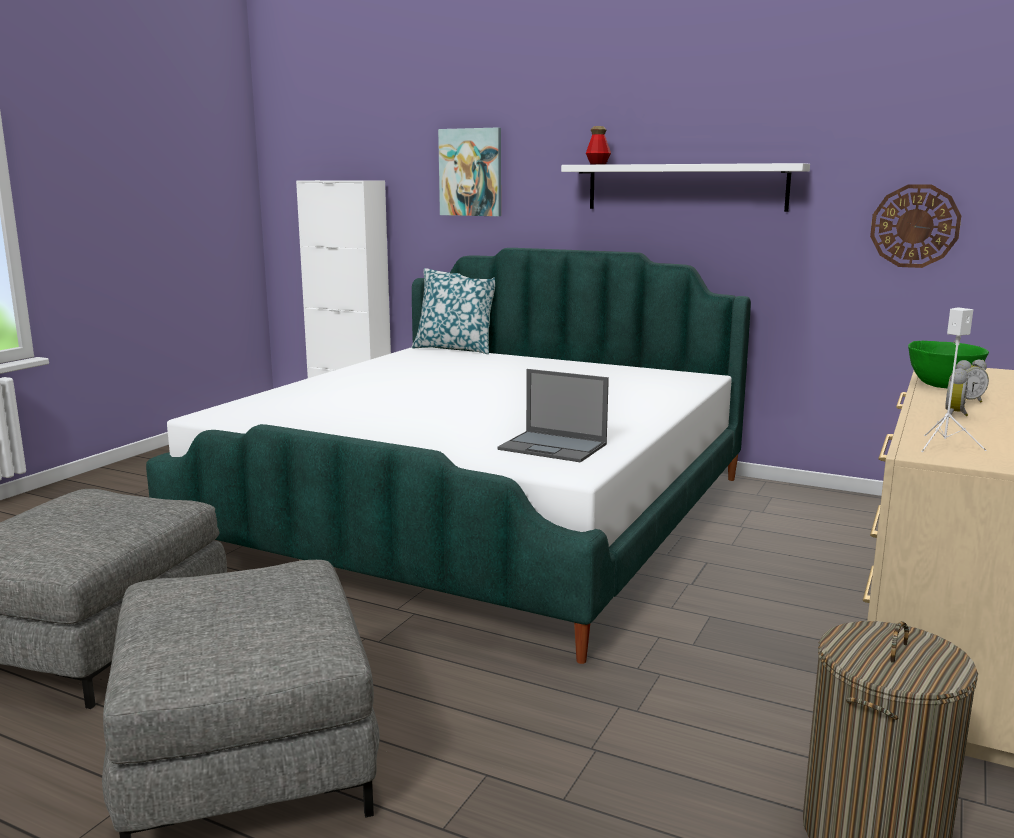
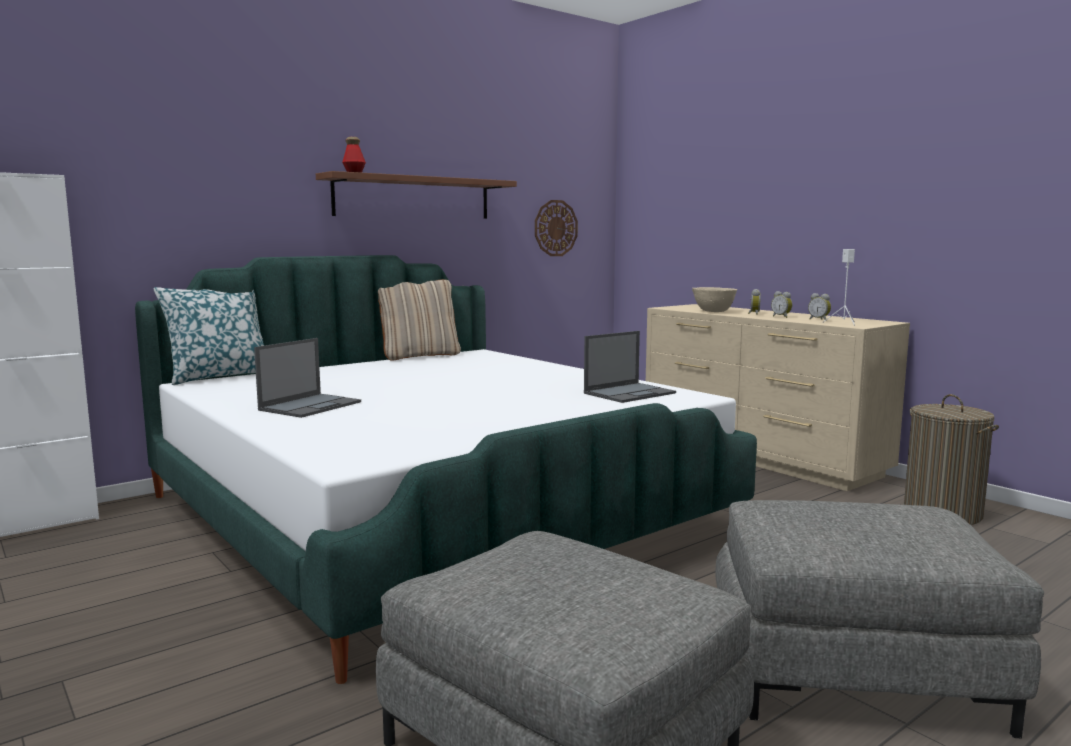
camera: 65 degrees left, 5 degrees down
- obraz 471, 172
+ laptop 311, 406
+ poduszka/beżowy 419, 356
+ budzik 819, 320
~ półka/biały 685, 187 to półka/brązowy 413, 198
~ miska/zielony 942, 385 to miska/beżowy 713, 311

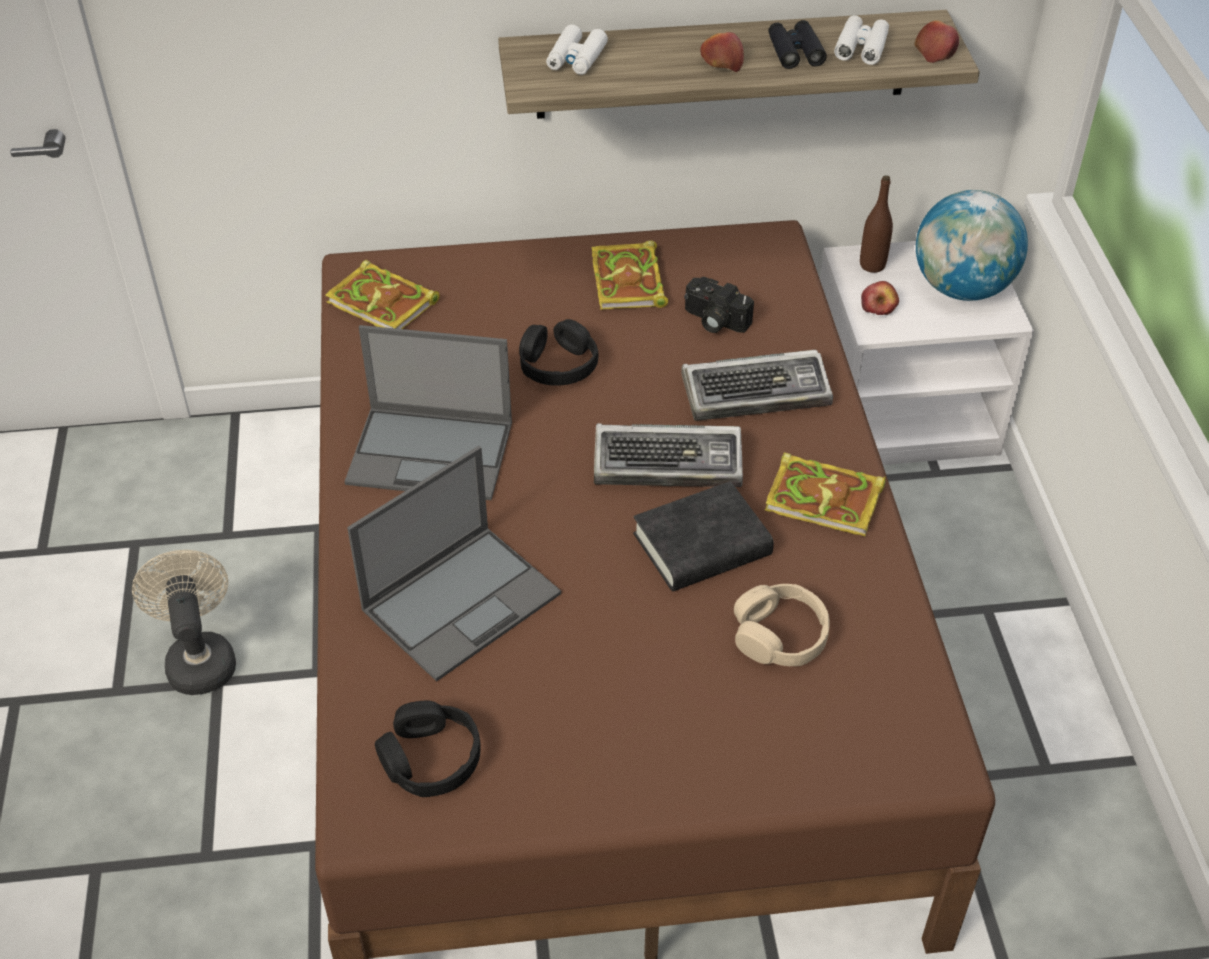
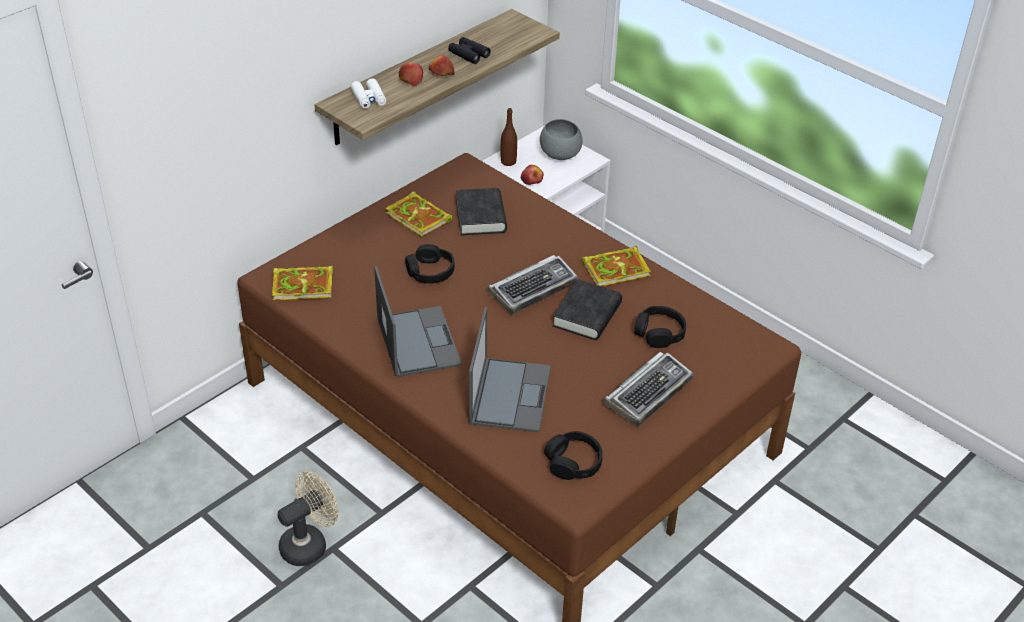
camera: 40 degrees left, 5 degrees down
- lornetka/biały 861, 47
~ klawiatura 757, 392 to 648, 392
~ jabłko 934, 51 to 411, 79
~ aparat fotograficzny 713, 321 to książka/czarny 481, 216
~ globus 962, 288 to miska/szary 560, 154
~ słuchawki/beżowy 780, 635 to słuchawki/czarny 659, 333
~ wentylator/beżowy 199, 658 = 309, 544 105 degrees clockwise
~ laptop 432, 453 = 417, 341 75 degrees counterclockwise

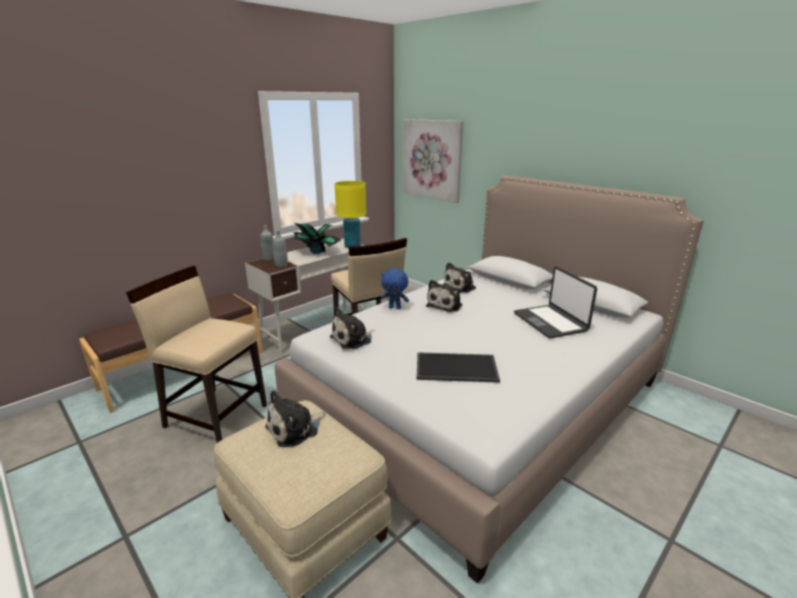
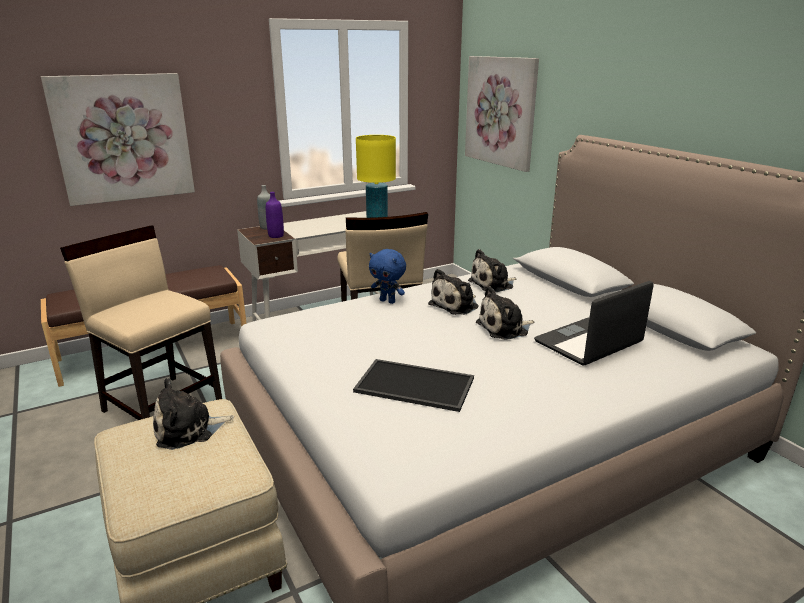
camera: 15 degrees right, 0 degrees up
- roślina doniczkowa 316, 252
+ obraz 123, 138
~ pluszak 353, 339 to 505, 328
~ butelka/szary 281, 265 to butelka/fioletowy 276, 236
~ laptop 550, 322 = 589, 343 60 degrees clockwise

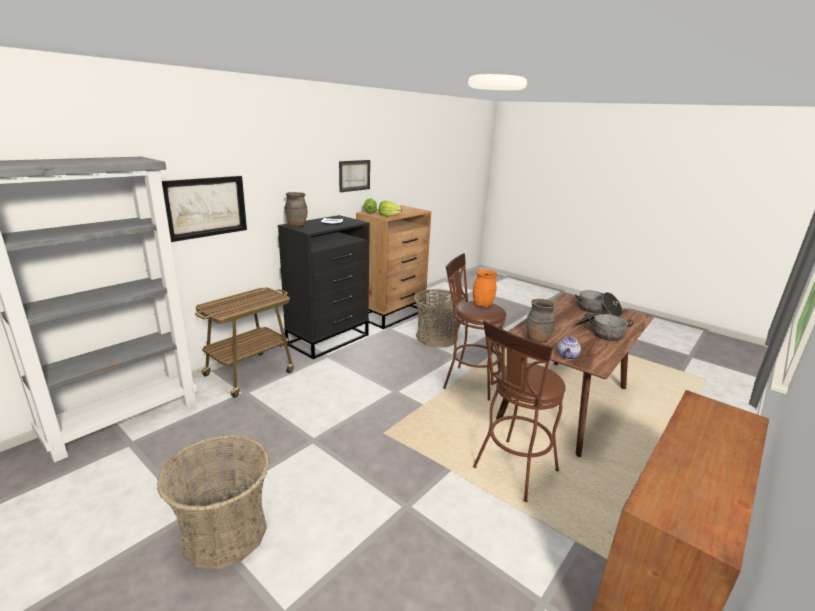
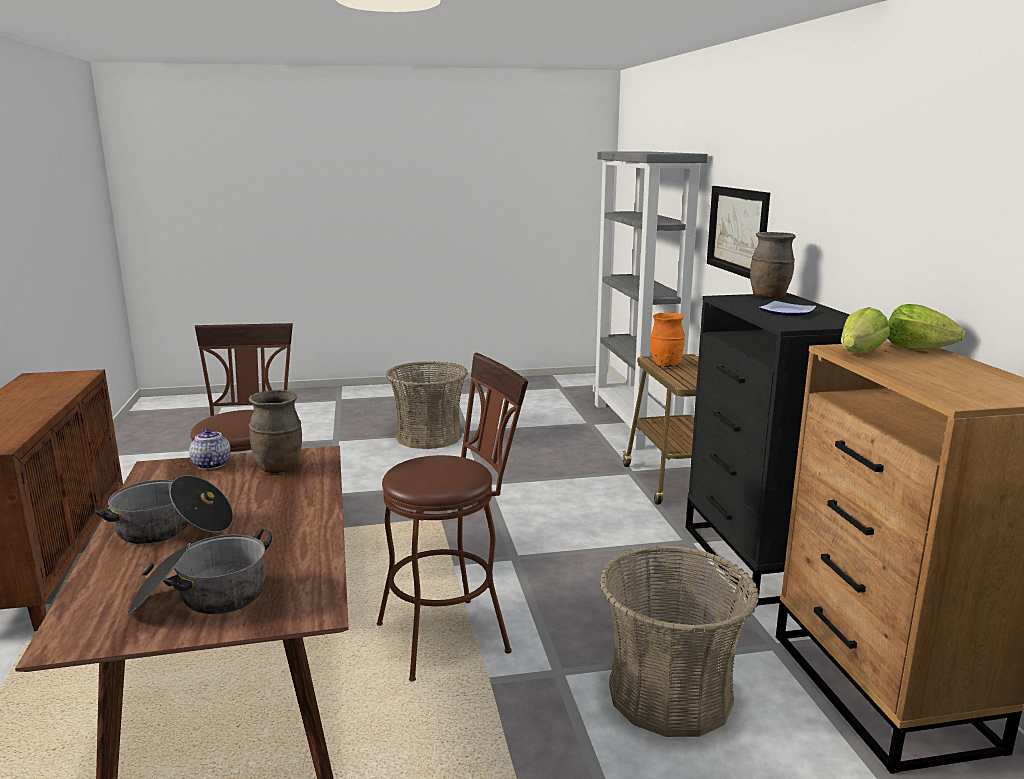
camera: 130 degrees right, 5 degrees down
- obraz 354, 175
~ wazon/pomarańczowy 483, 305 to 665, 365

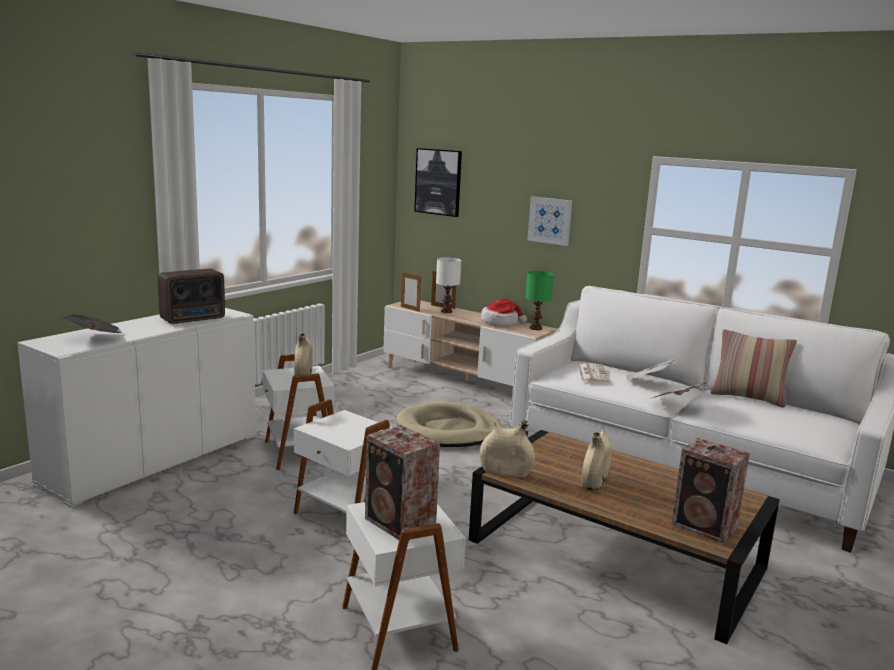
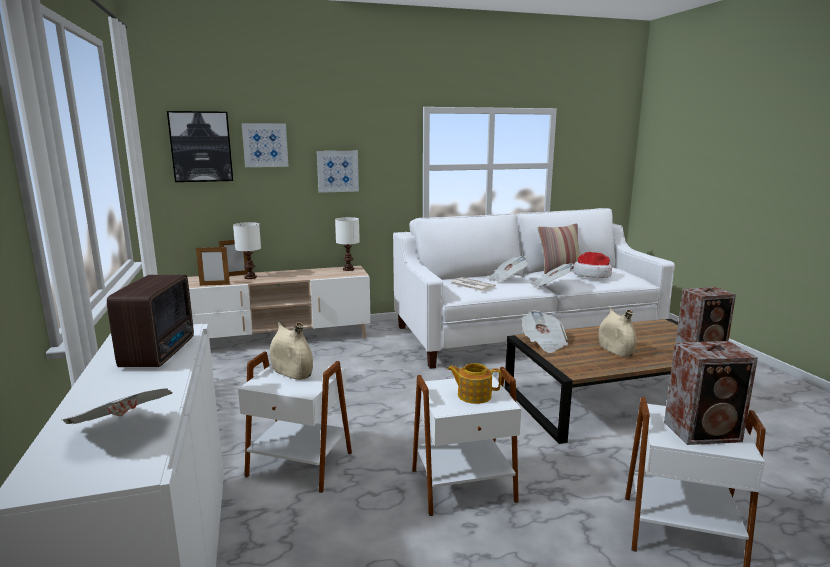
camera: 50 degrees left, 0 degrees up
- legowisko/beżowy 448, 430
- wazon/beżowy 505, 472
+ obraz 265, 145
+ imbryk 473, 395
+ gazeta 543, 343
~ kapelusz 500, 322 to 592, 275
~ lampa stołowa/zielony 536, 328 to lampa stołowa/biały 349, 269

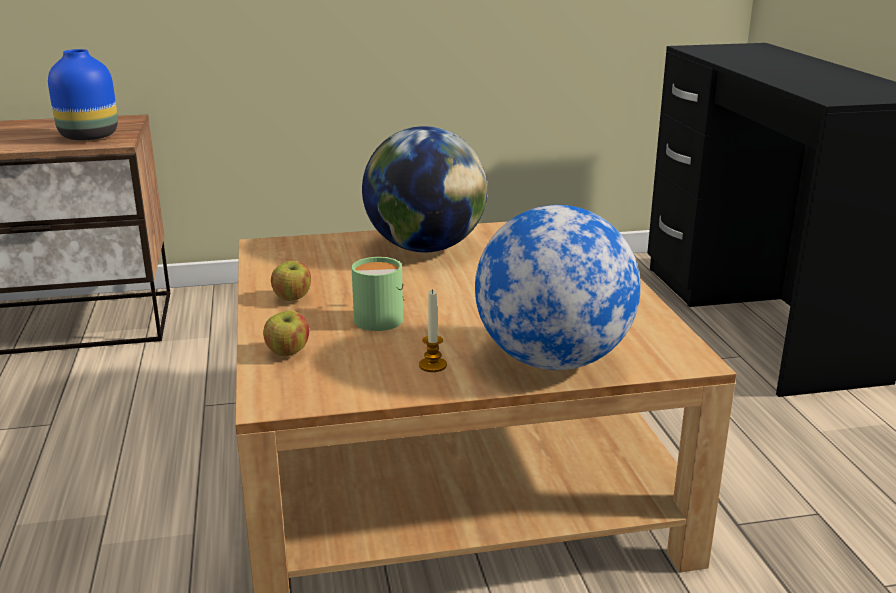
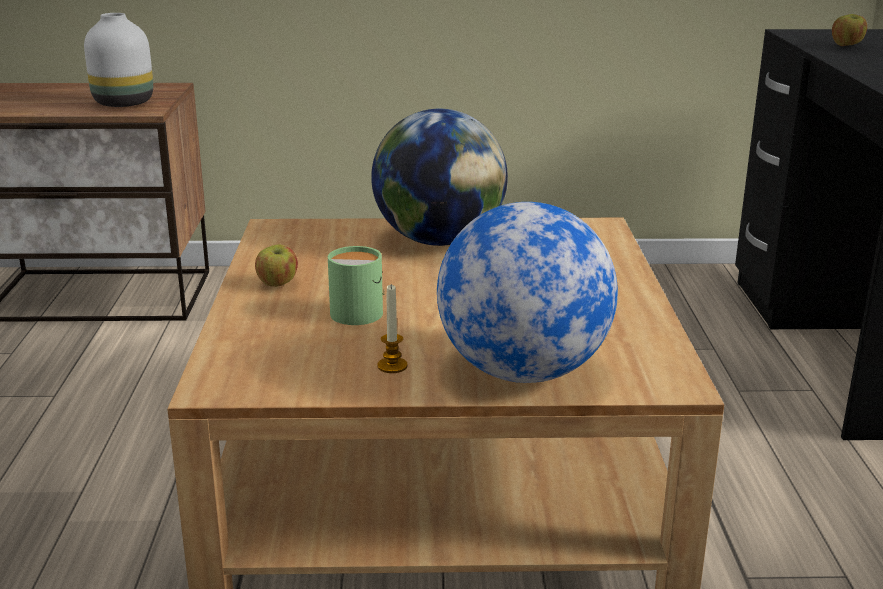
camera: 10 degrees right, 0 degrees up
~ jabłko 288, 353 to 847, 46
~ wazon/niebieski 87, 136 to wazon/biały 122, 103

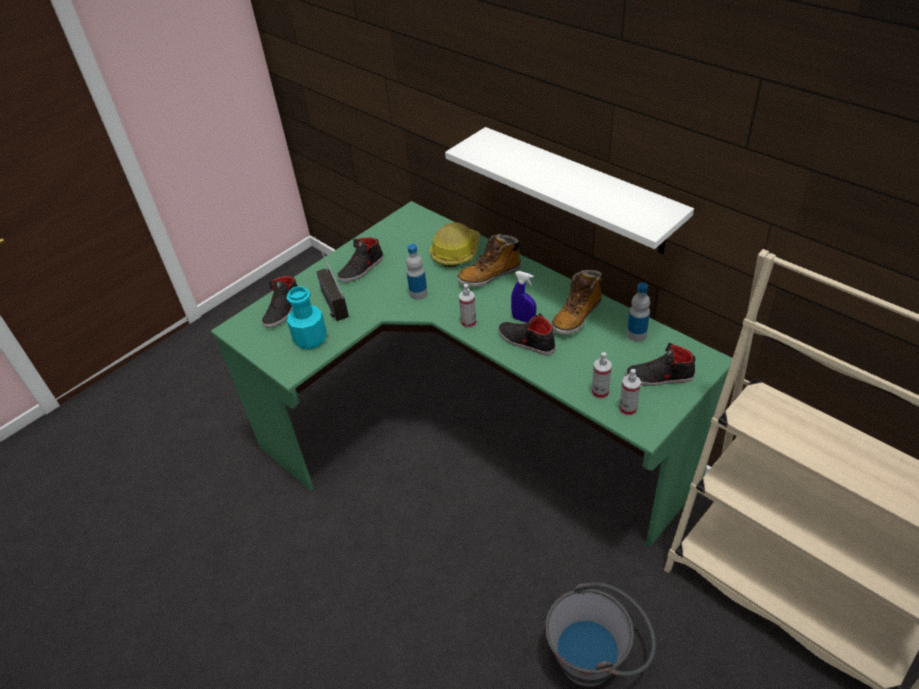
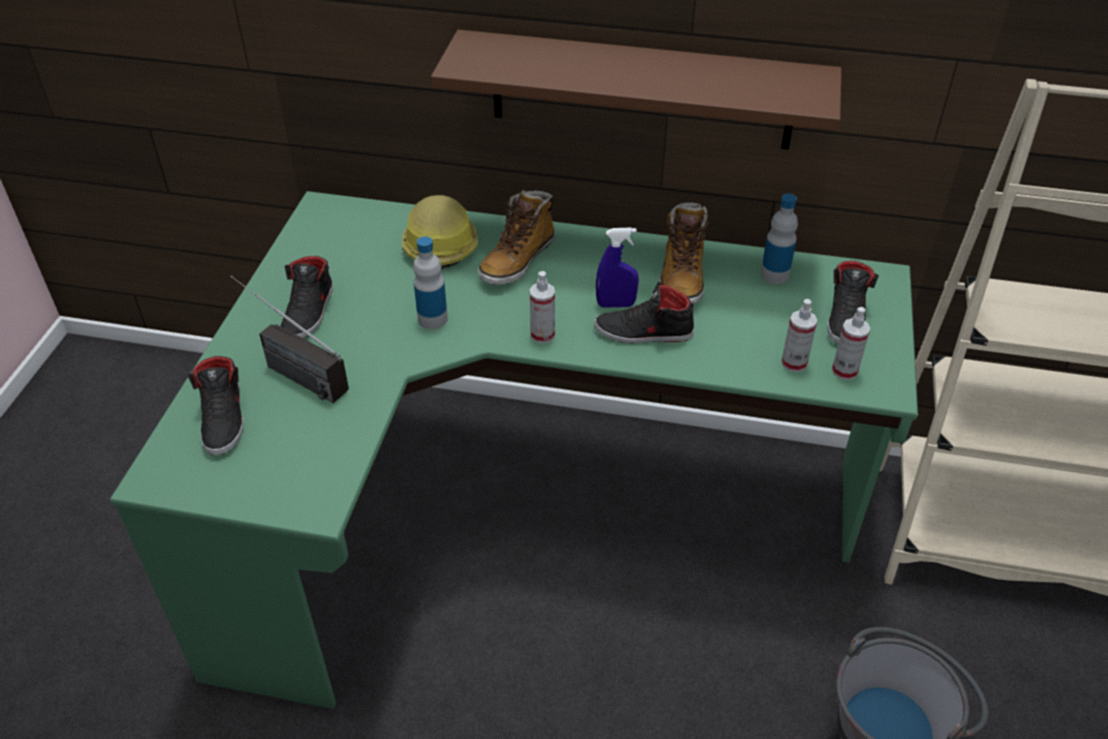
camera: 35 degrees left, 0 degrees up
- butelka/turkusowy 310, 339
~ półka/biały 579, 190 to półka/brązowy 641, 90
~ but/czarny 659, 377 = 846, 317 45 degrees counterclockwise

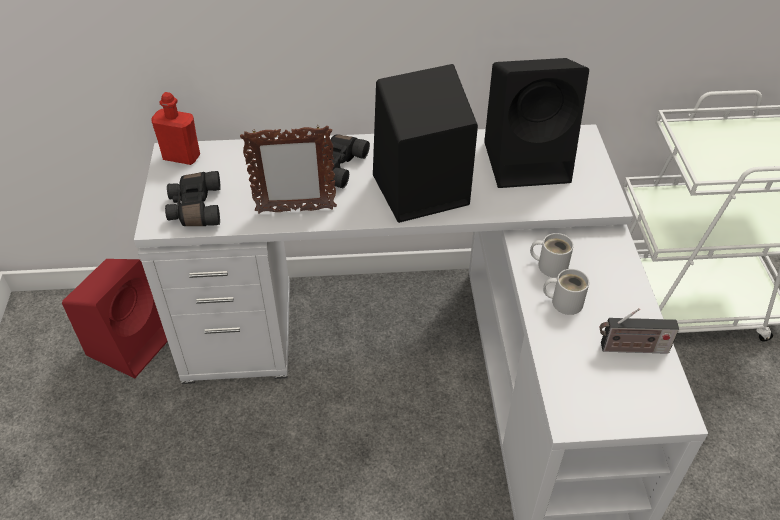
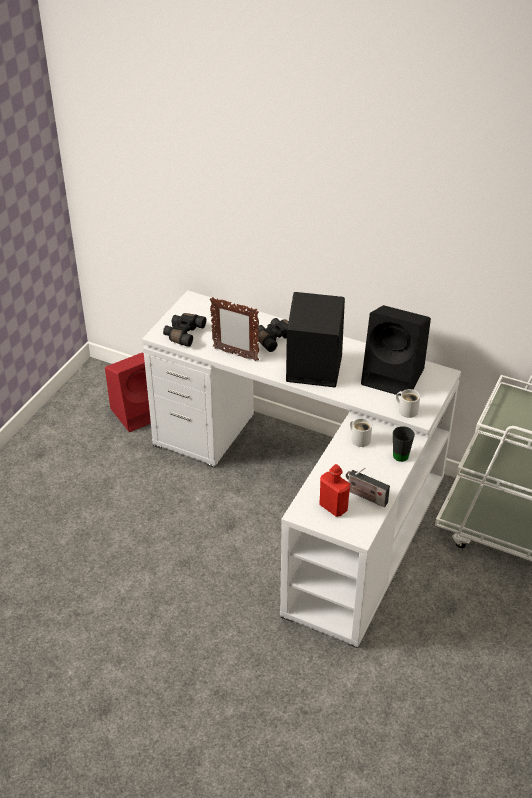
camera: 30 degrees right, 5 degrees down
+ kubek/czarny 402, 453
~ butelka/czerwony 181, 157 to 333, 507
~ kubek/biały 564, 301 to 407, 410

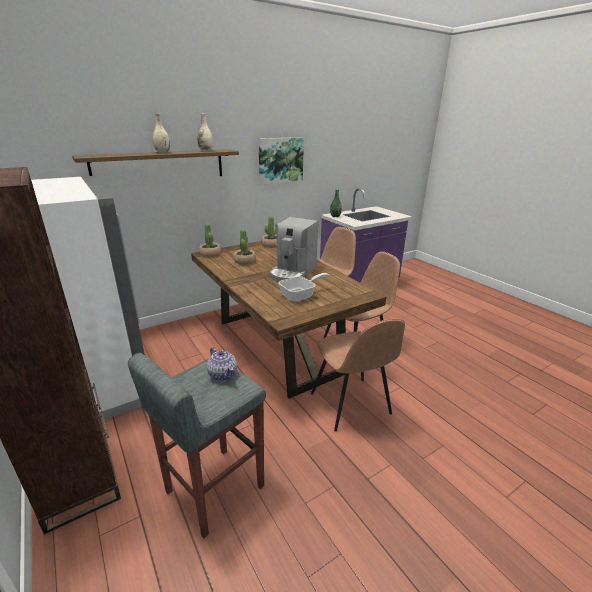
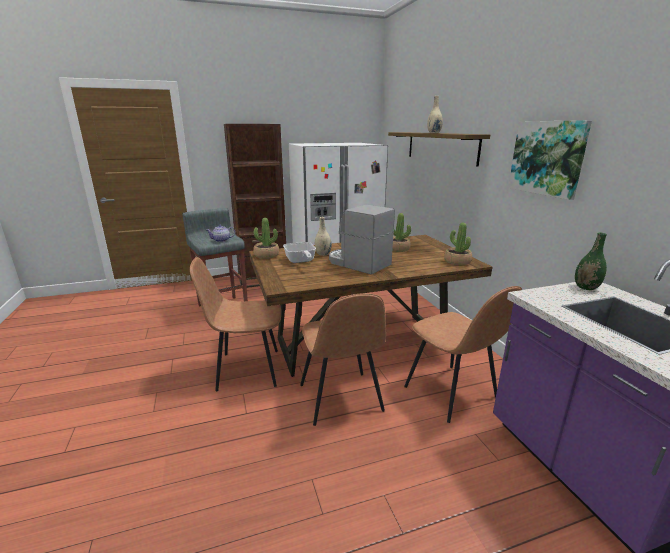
camera: 105 degrees right, 5 degrees down
~ wazon/beżowy 206, 151 to 323, 254
~ roślina doniczkowa 210, 254 to 266, 255

